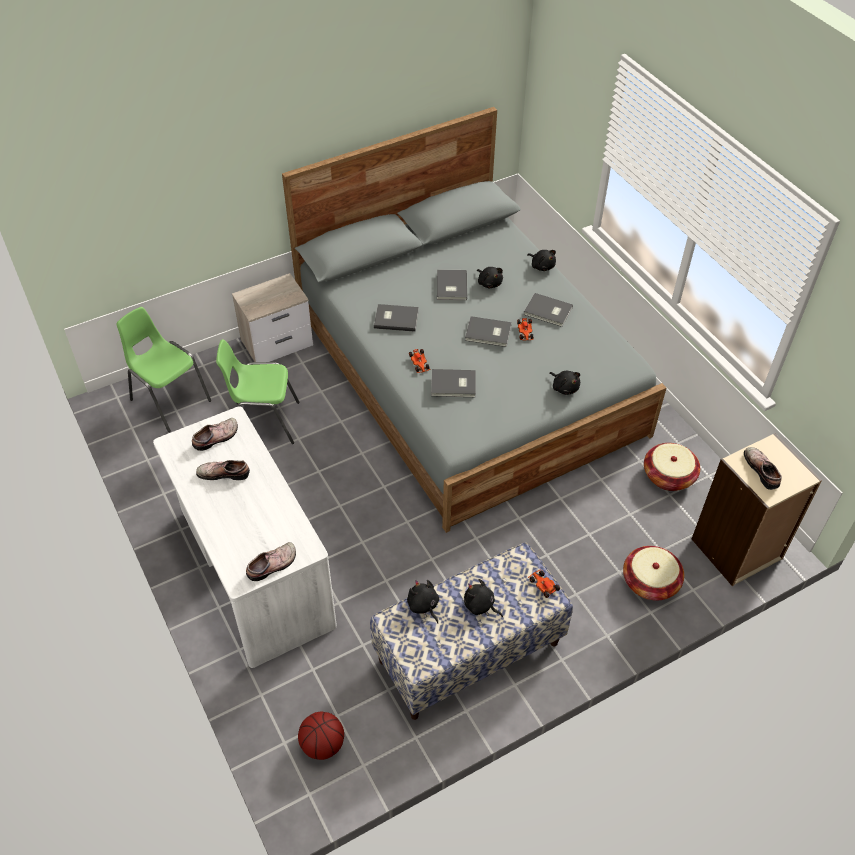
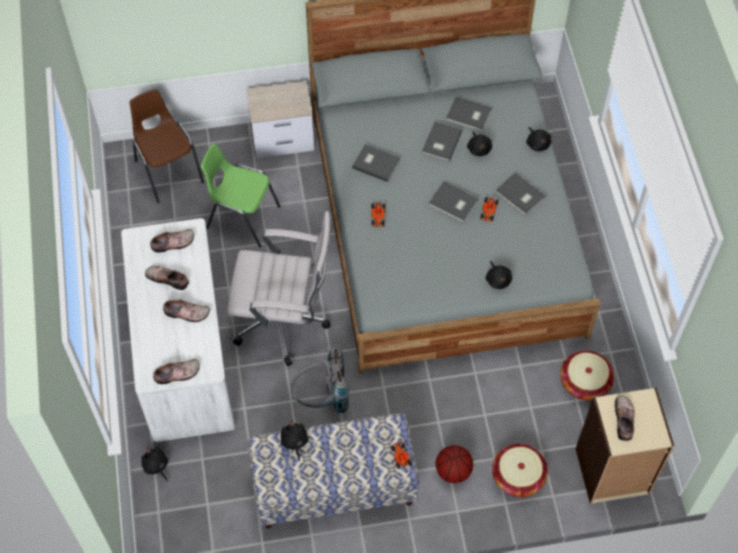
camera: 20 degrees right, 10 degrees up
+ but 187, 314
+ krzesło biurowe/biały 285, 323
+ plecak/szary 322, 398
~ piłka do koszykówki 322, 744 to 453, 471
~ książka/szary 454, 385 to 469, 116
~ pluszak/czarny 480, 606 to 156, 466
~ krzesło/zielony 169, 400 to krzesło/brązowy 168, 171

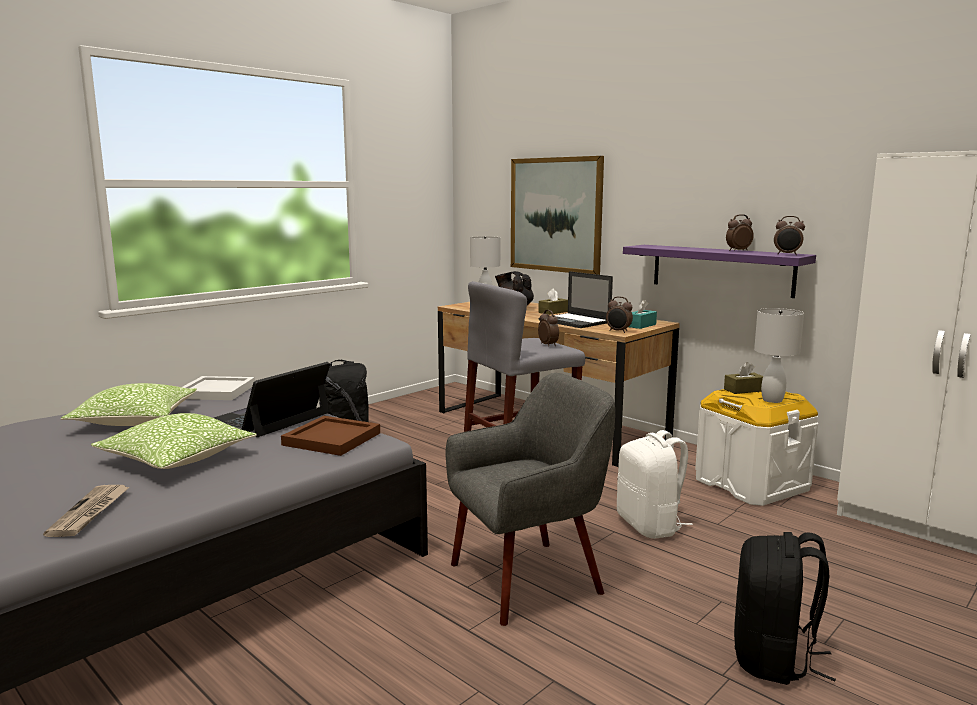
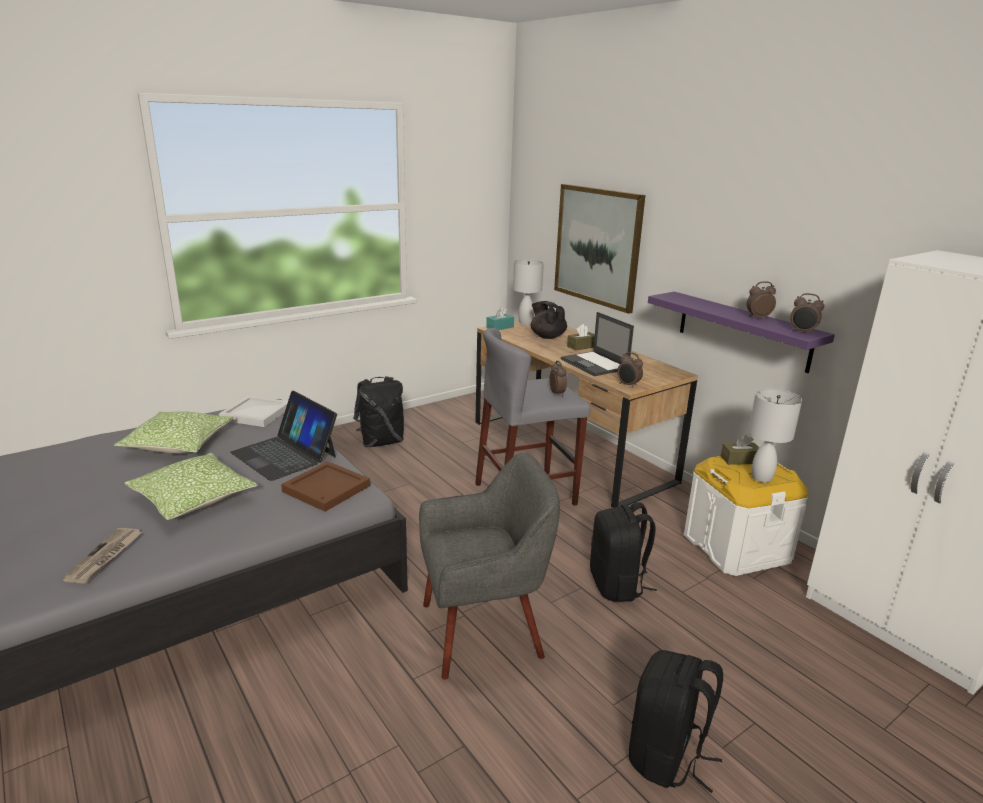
camera: 10 degrees right, 10 degrees up
~ pudełko chusteczek/turkusowy 641, 325 to 500, 327
~ plecak/biały 650, 526 to plecak/czarny 617, 585
~ laptop 268, 418 = 285, 454 90 degrees counterclockwise

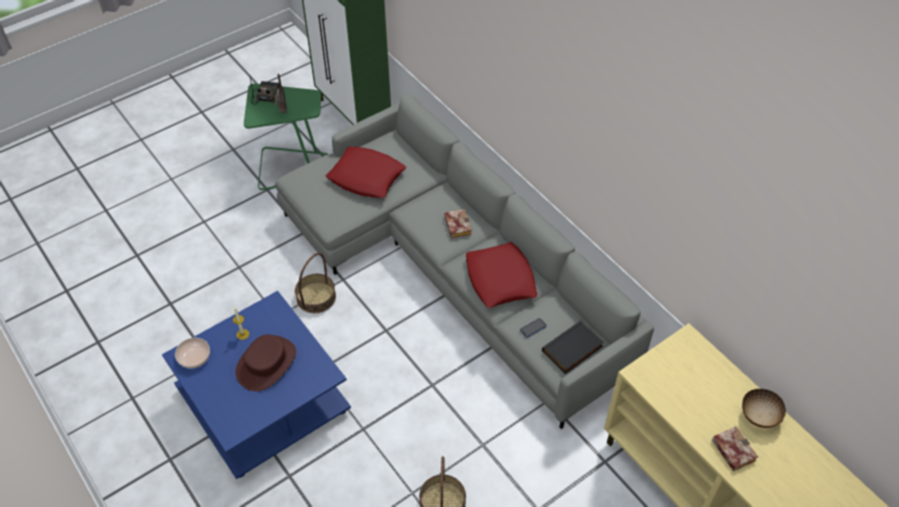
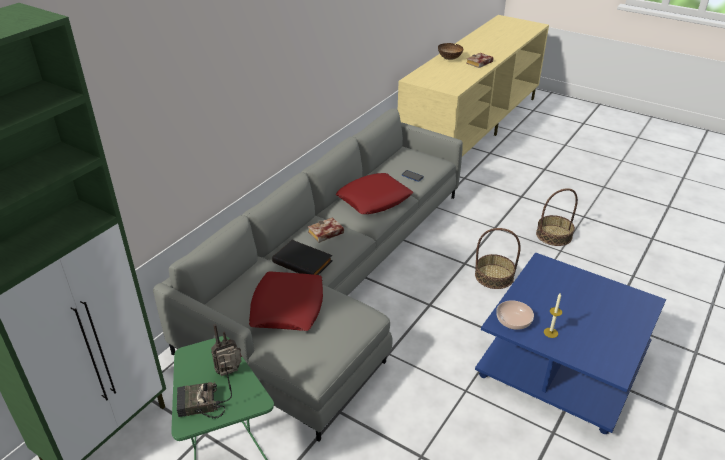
camera: 110 degrees left, 15 degrees down
- kapelusz/brązowy 266, 364
~ miska 194, 357 to 513, 321
~ koszyk 316, 297 to 494, 276
~ książka/czarny 573, 350 to 303, 261

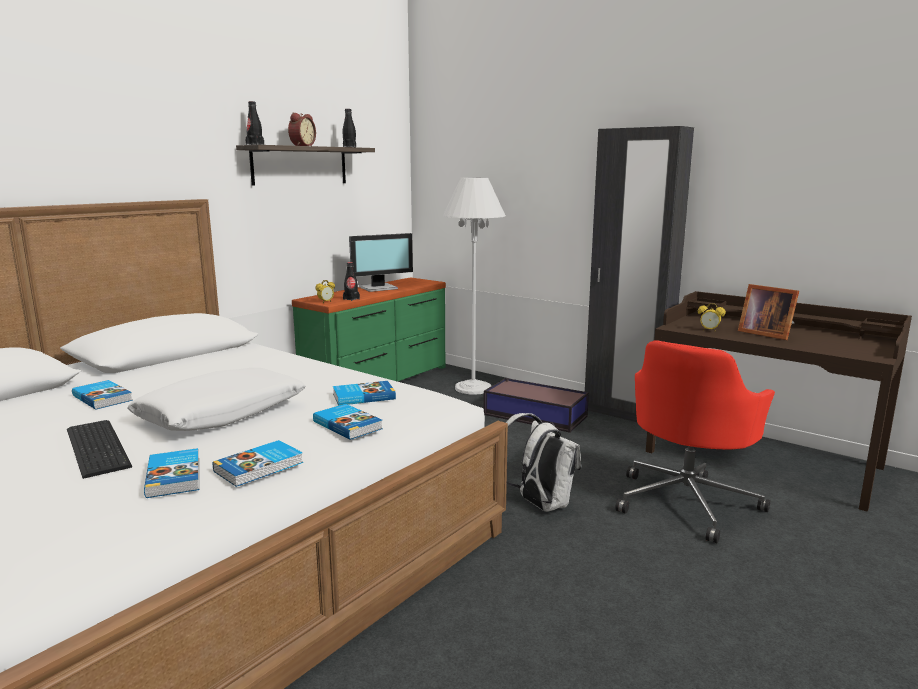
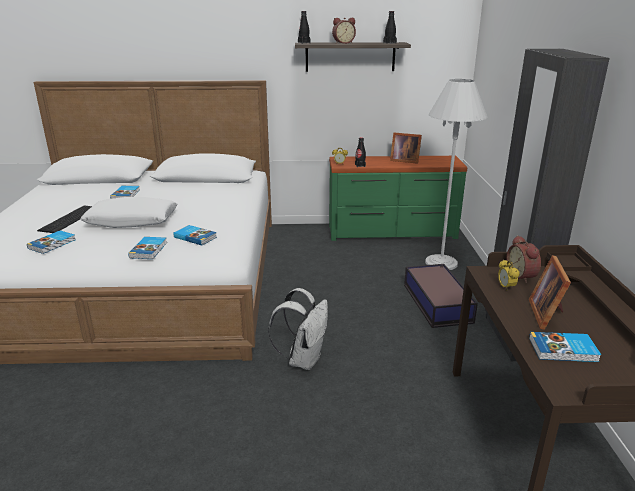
camera: 50 degrees right, 10 degrees up
- krzesło biurowe/czerwony 687, 502
+ budzik 522, 276
~ książka 260, 467 to 563, 350
~ monitor 379, 288 to ramka na zdjęcie 404, 160

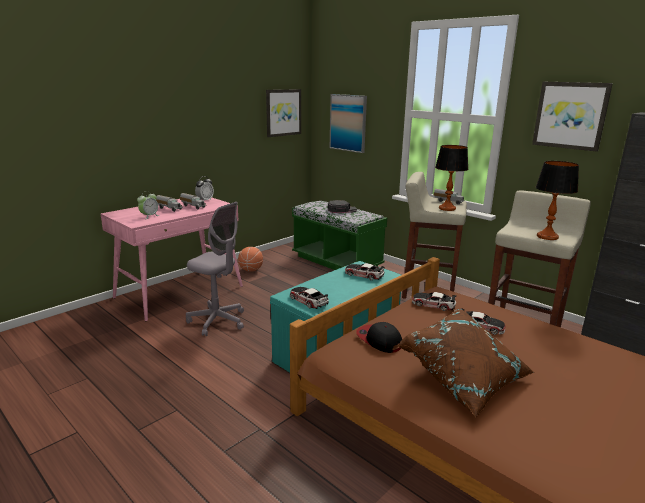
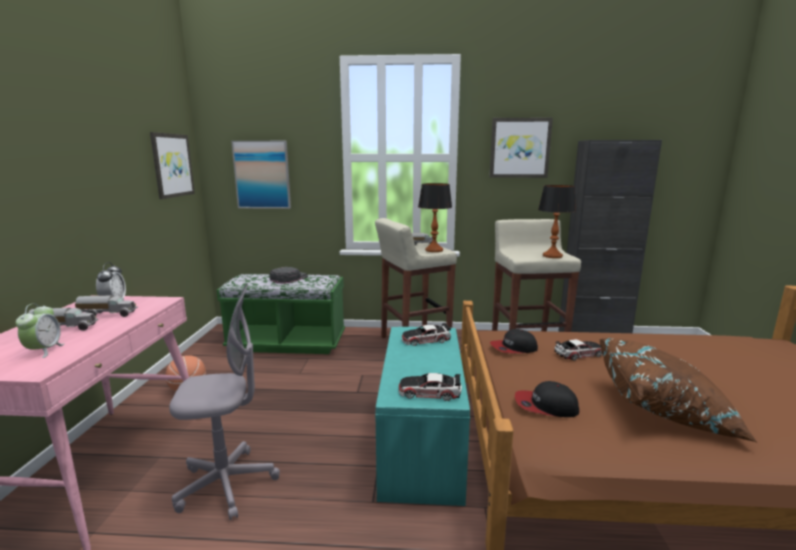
camera: 40 degrees left, 5 degrees down
~ samochodzik 433, 304 to czapka z daszkiem 513, 348

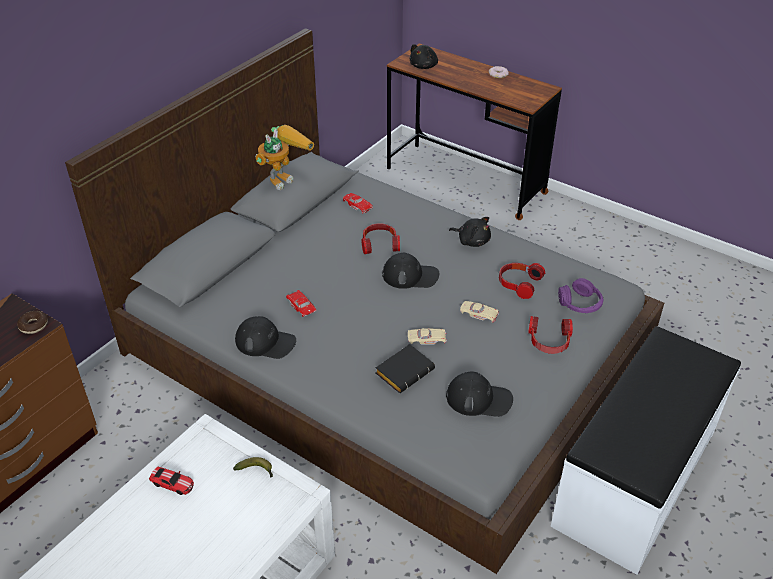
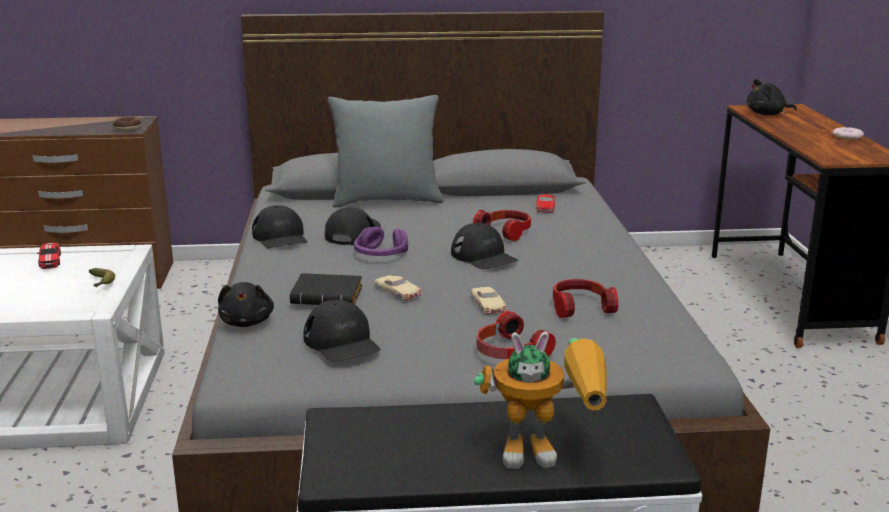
camera: 50 degrees right, 20 degrees down
+ poduszka/szary 387, 200
~ robot zabawkowy 284, 177 to 548, 451
~ pluszak/czarny 472, 241 to 247, 322
~ słuchawki/fioletowy 580, 304 to 380, 254
~ samochodzik/czerwony 301, 306 to czapka z daszkiem/czarny 353, 233

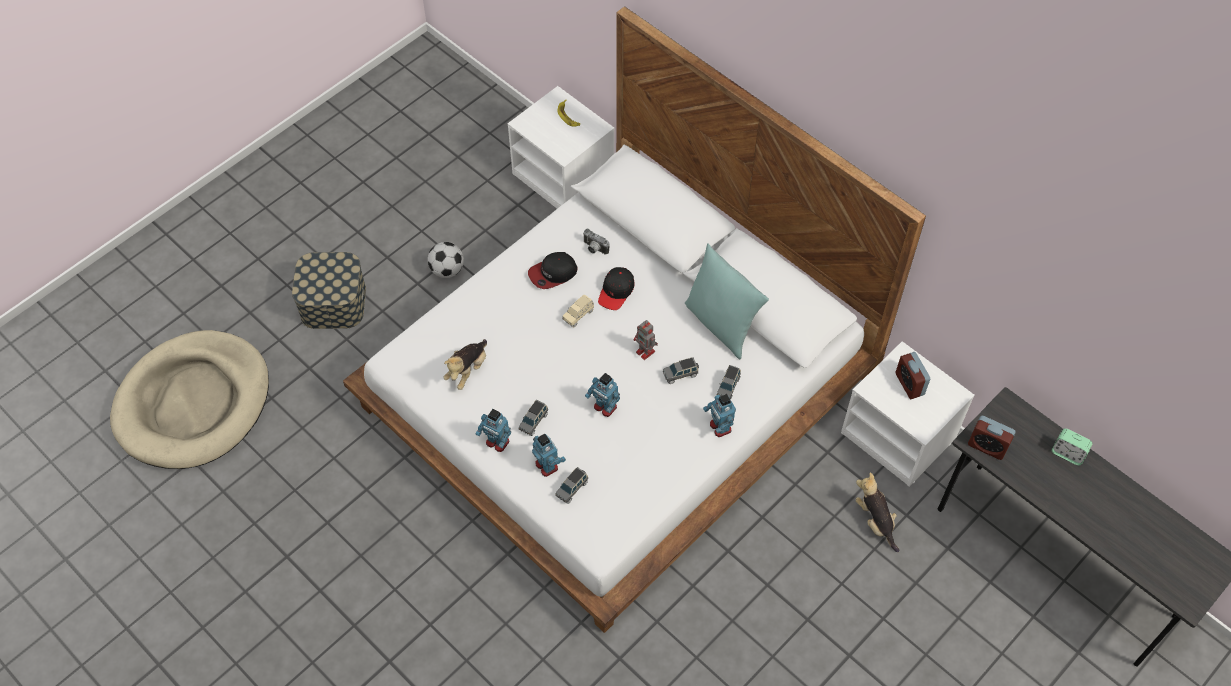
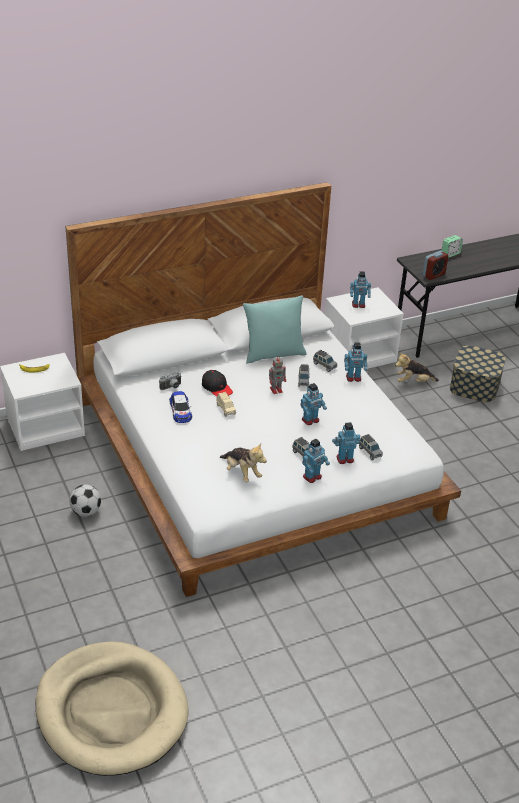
camera: 70 degrees left, 20 degrees down
~ pojemnik do przechowywania 333, 302 to 474, 386
~ czapka z daszkiem 553, 273 to samochodzik 180, 411
~ budzik 909, 384 to robot zabawkowy 358, 305

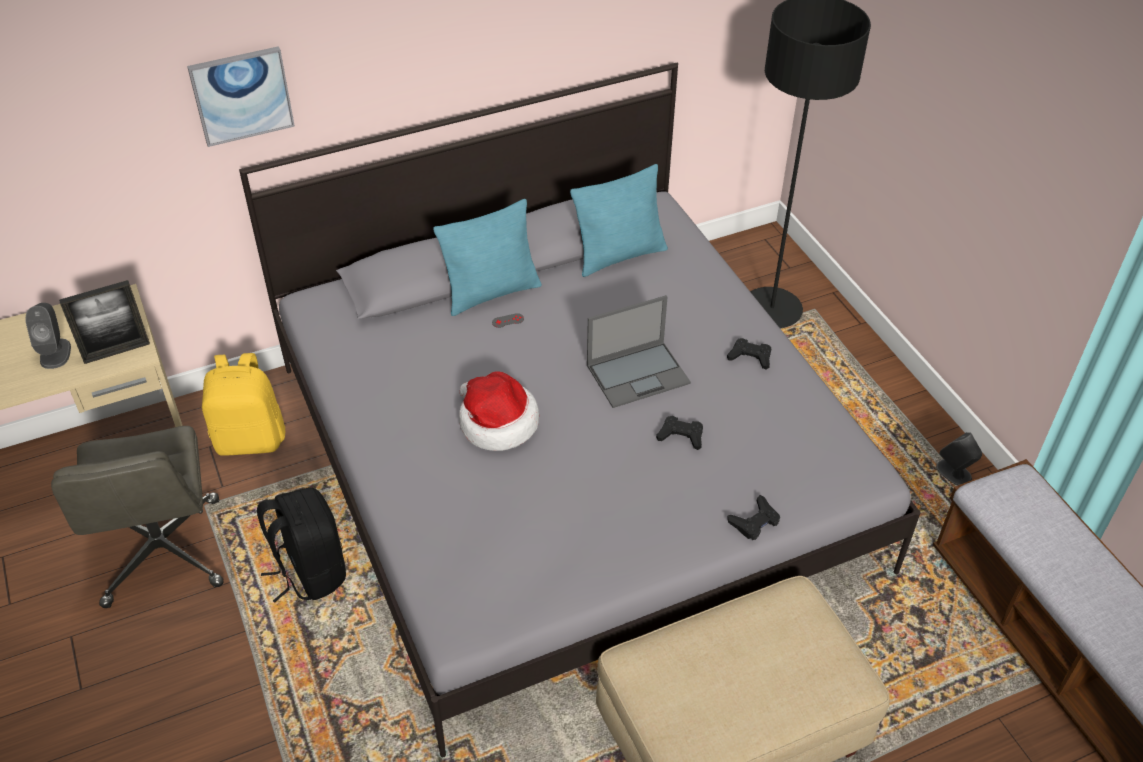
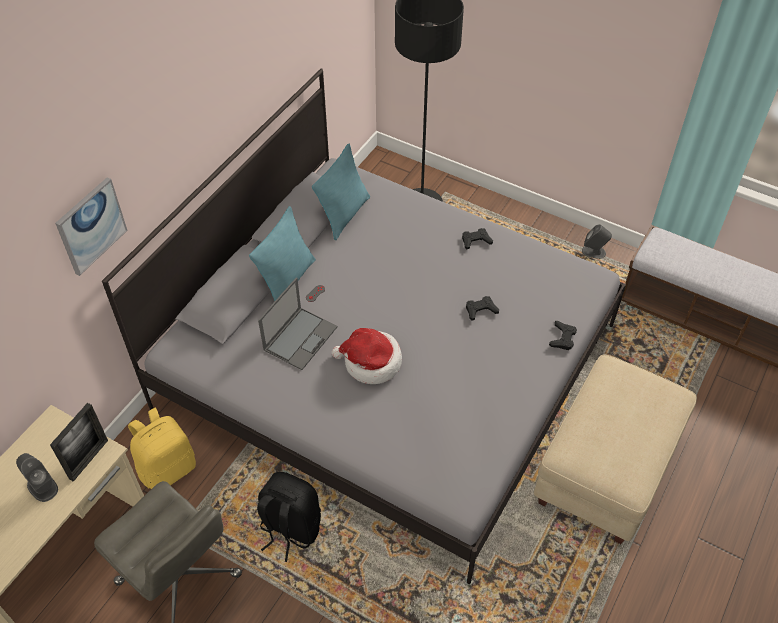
camera: 35 degrees left, 5 degrees up
~ laptop 639, 374 to 300, 337

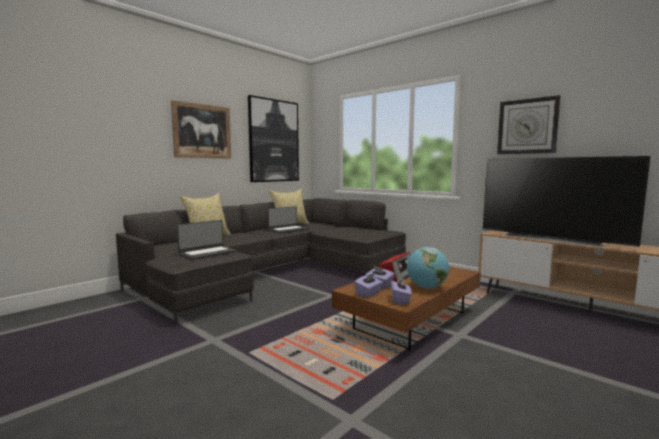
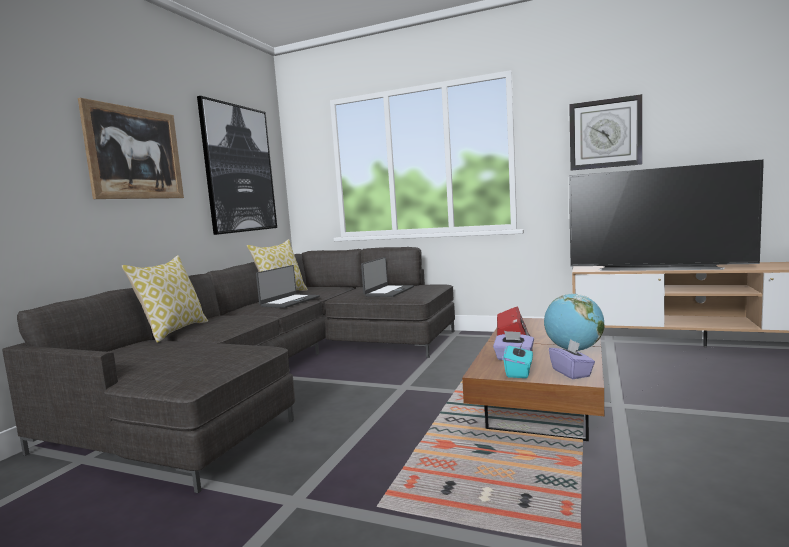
camera: 20 degrees left, 0 degrees up
~ laptop 207, 253 to 388, 291
~ pudełko chusteczek/fioletowy 368, 294 to pudełko chusteczek/turkusowy 519, 372

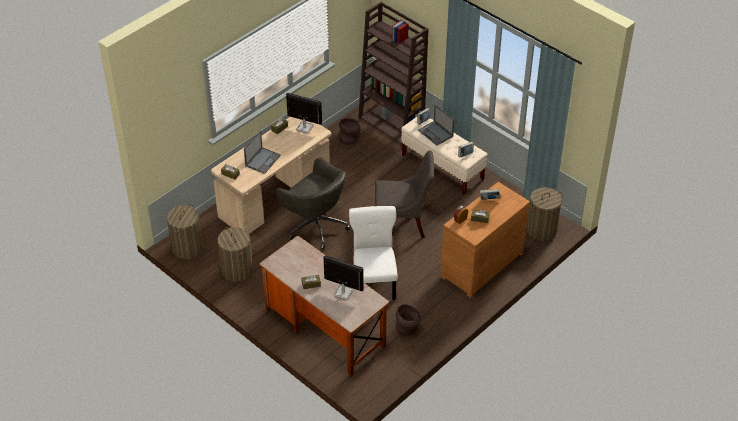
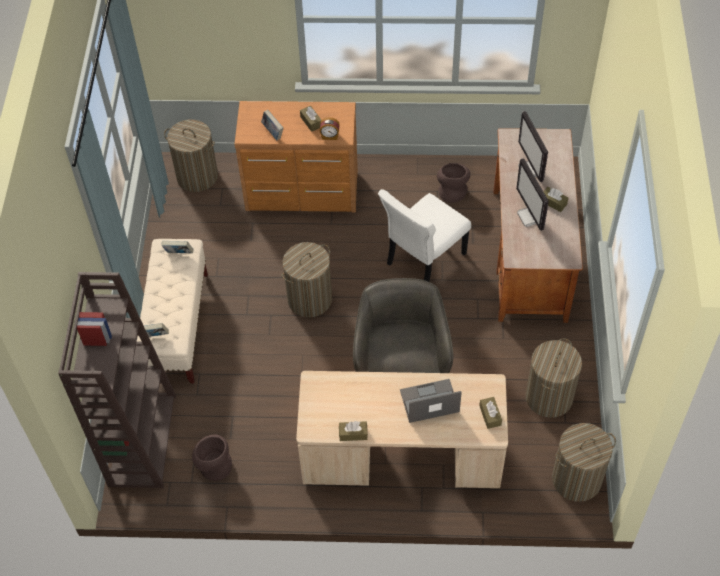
camera: 130 degrees left, 10 degrees up
- laptop 436, 133
~ monitor 304, 128 to 531, 217
~ krzesło/szary 403, 223 to kosz na pranie 309, 299

